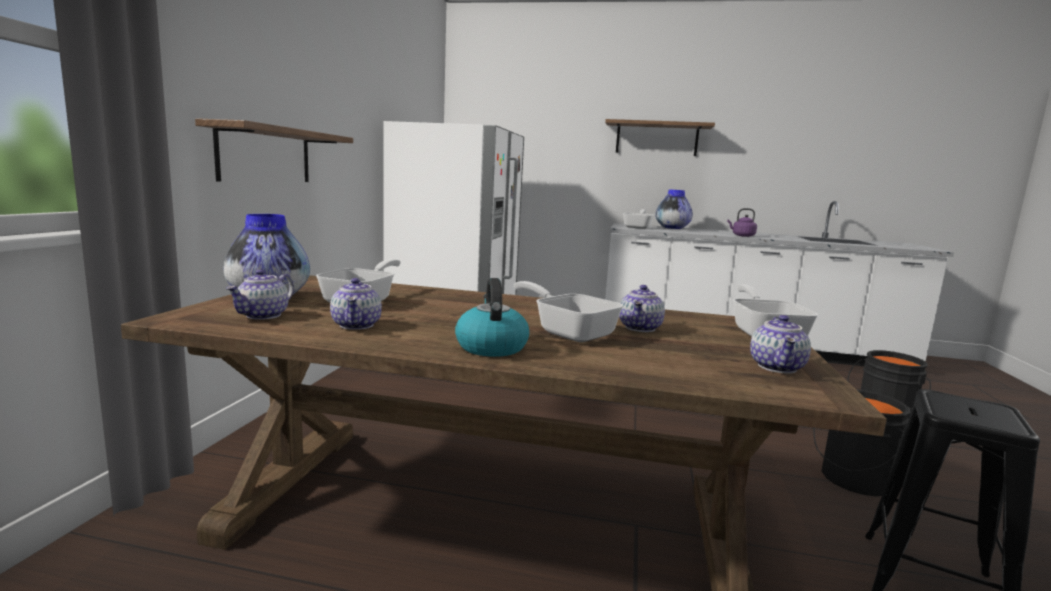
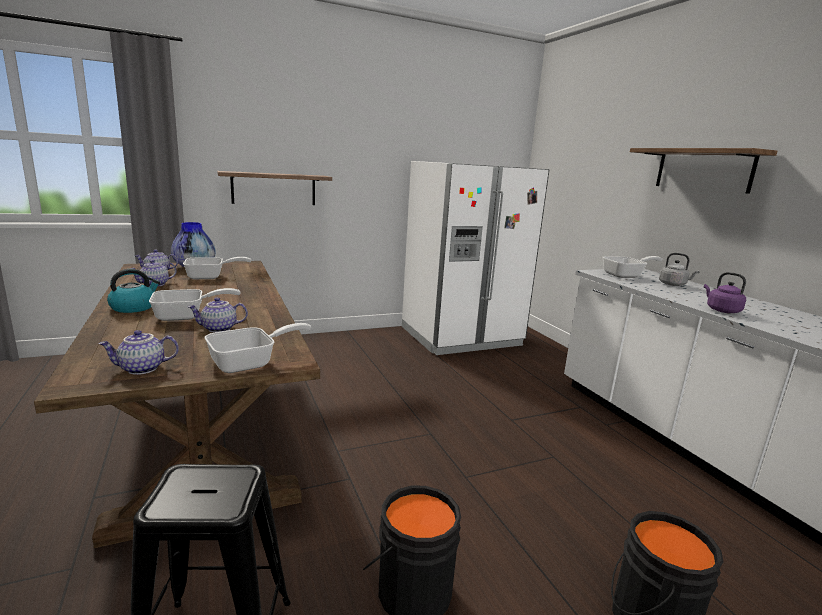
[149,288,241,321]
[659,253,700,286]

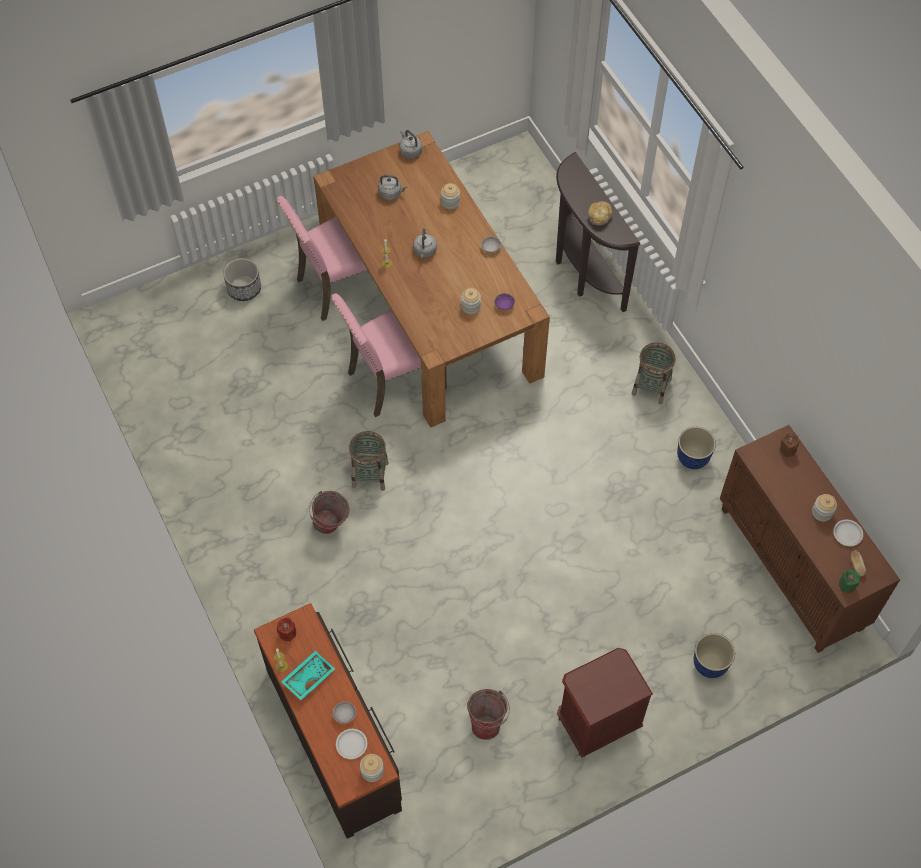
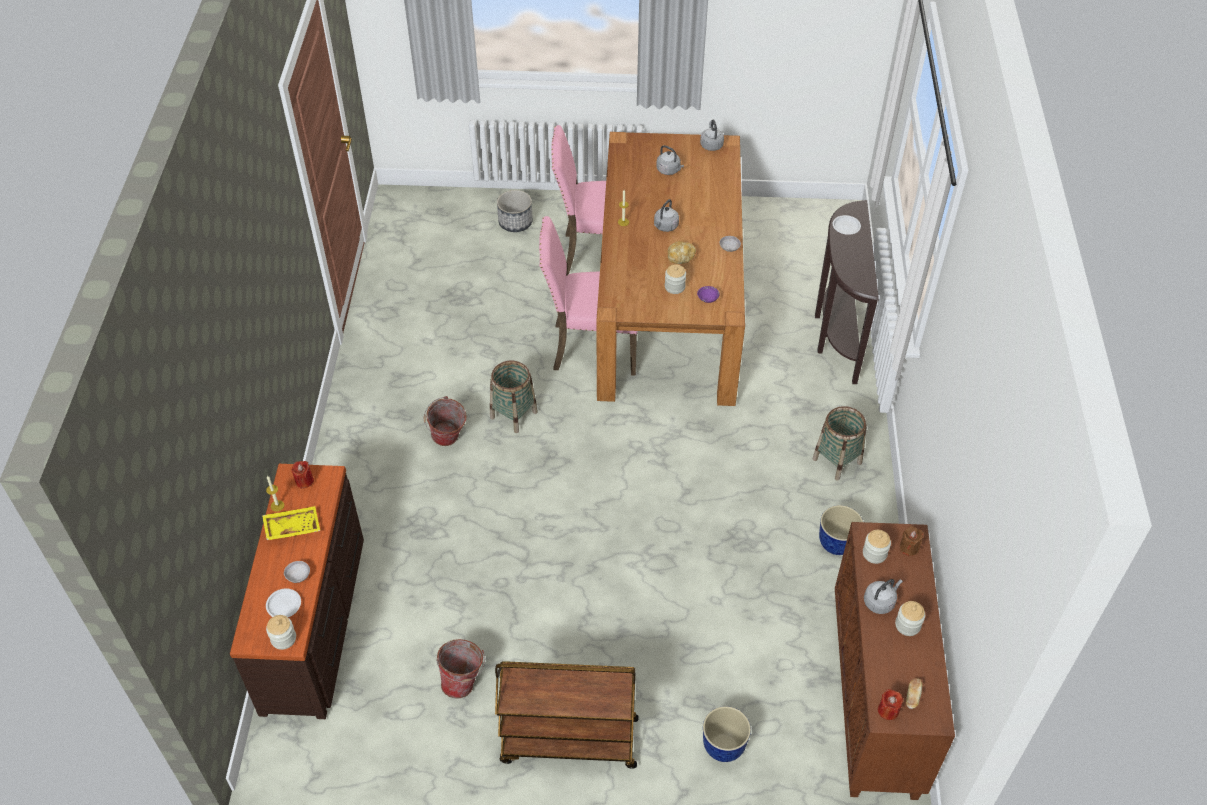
[262,506,320,540]
[863,530,891,564]
[495,661,639,769]
[668,241,696,264]
[833,215,861,235]
[878,689,903,720]
[864,579,903,614]

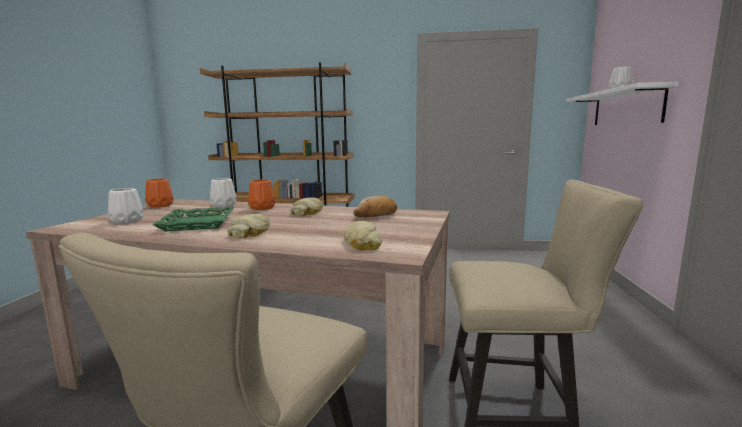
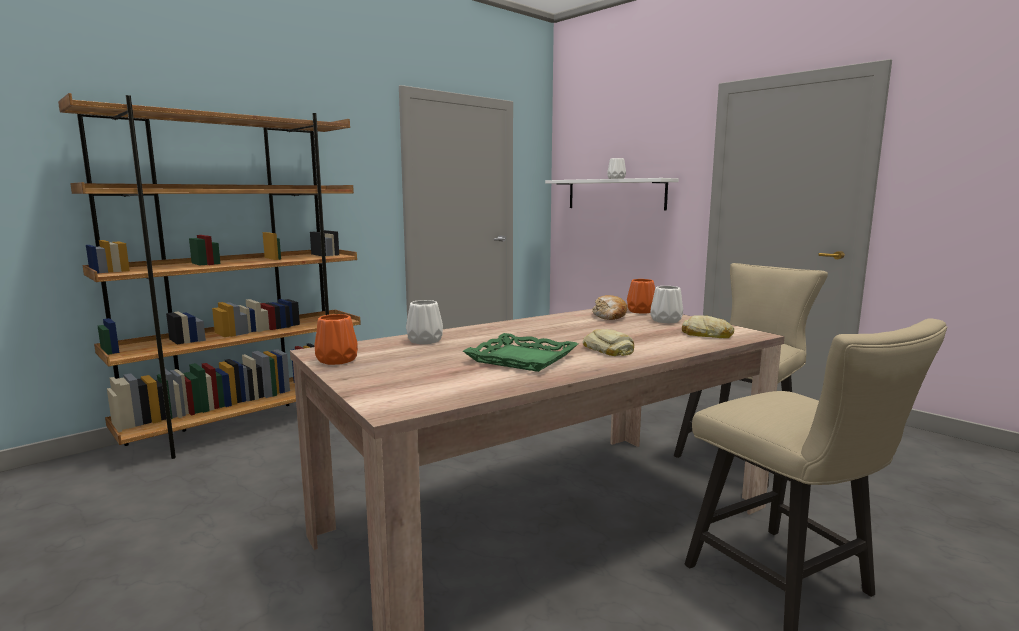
[650,286,683,323]
[627,279,655,314]
[291,198,323,216] (first image)

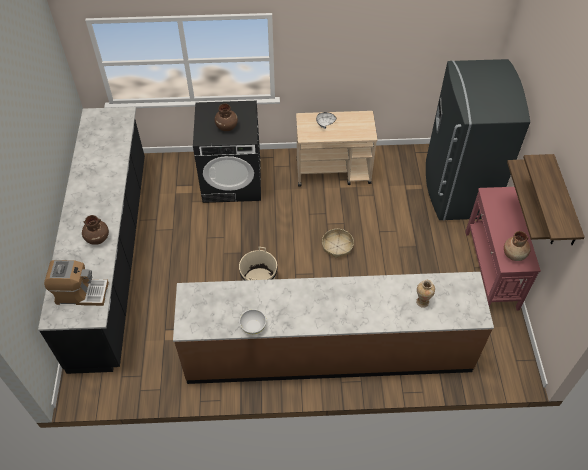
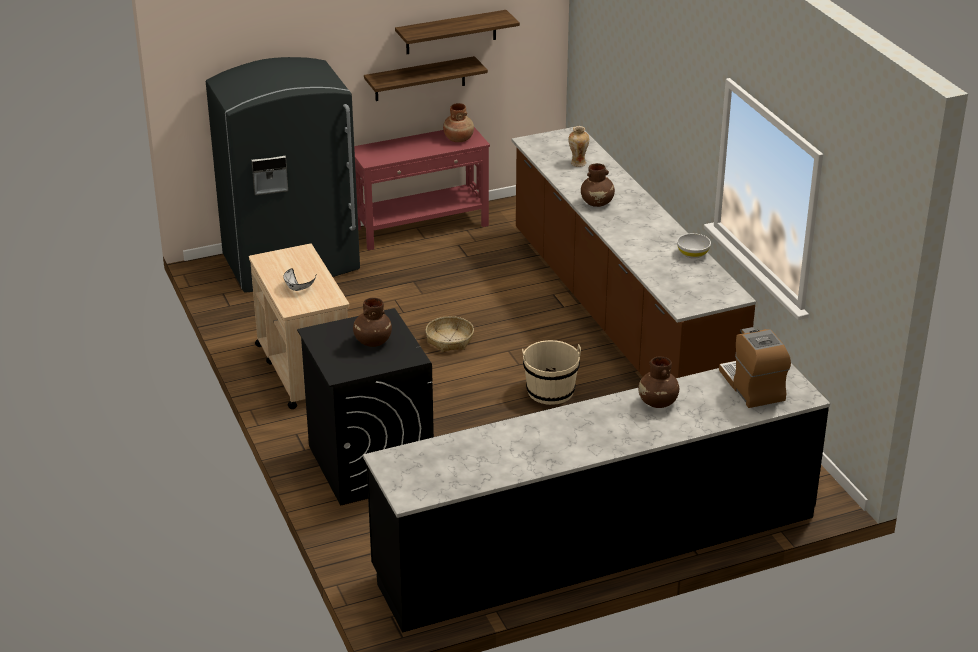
[581,163,615,207]

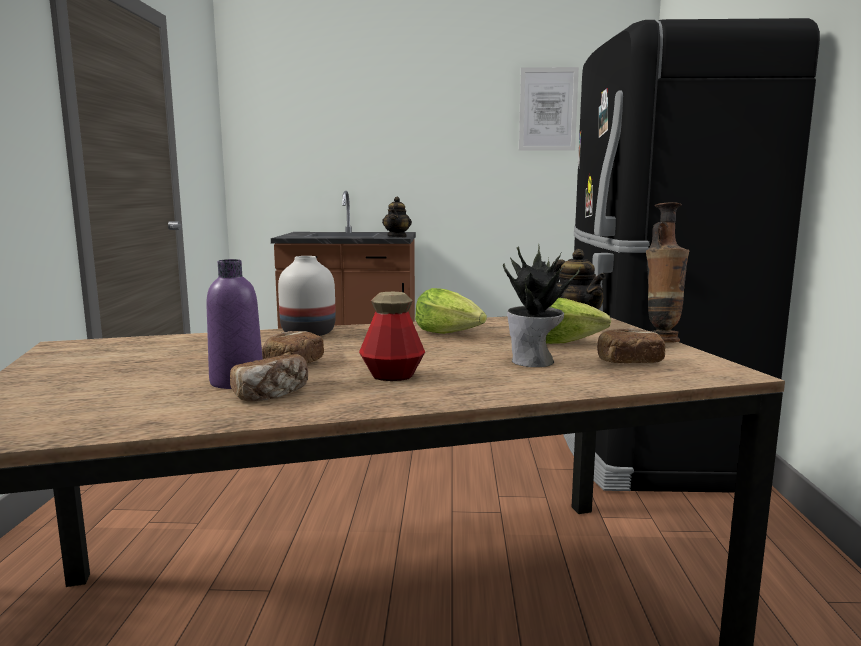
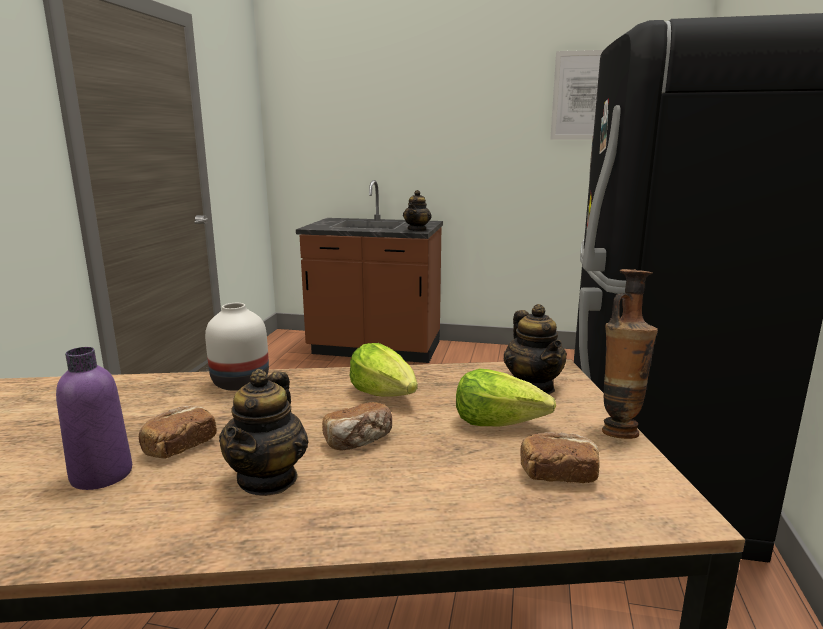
[322,402,392,450]
[219,369,309,496]
[503,244,580,367] (first image)

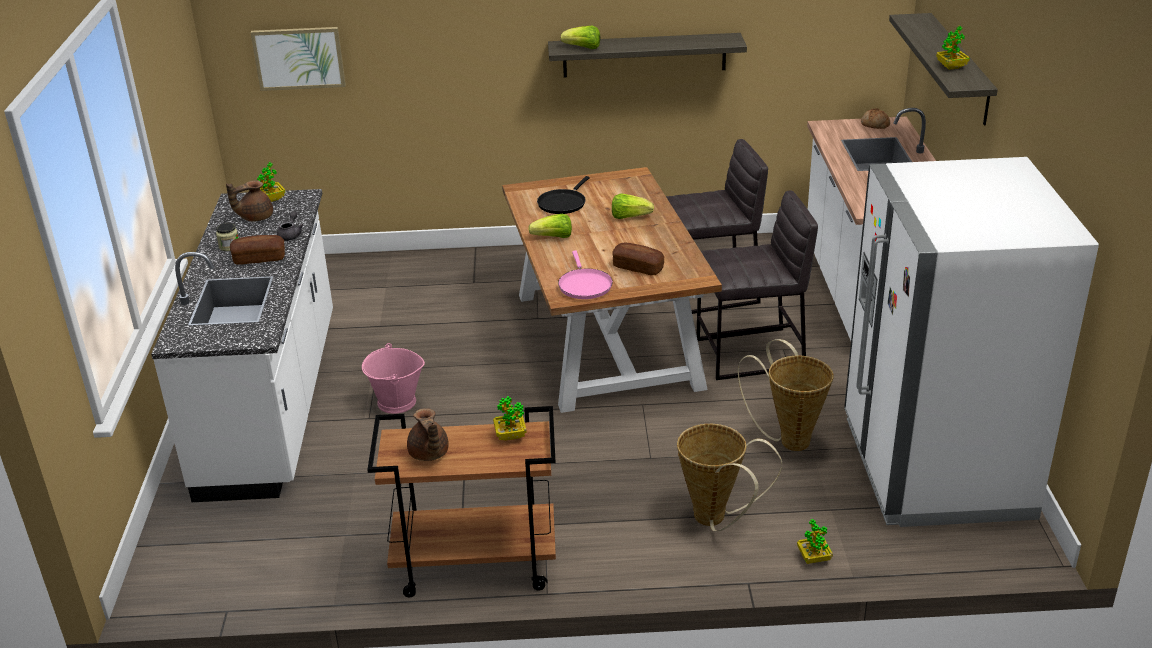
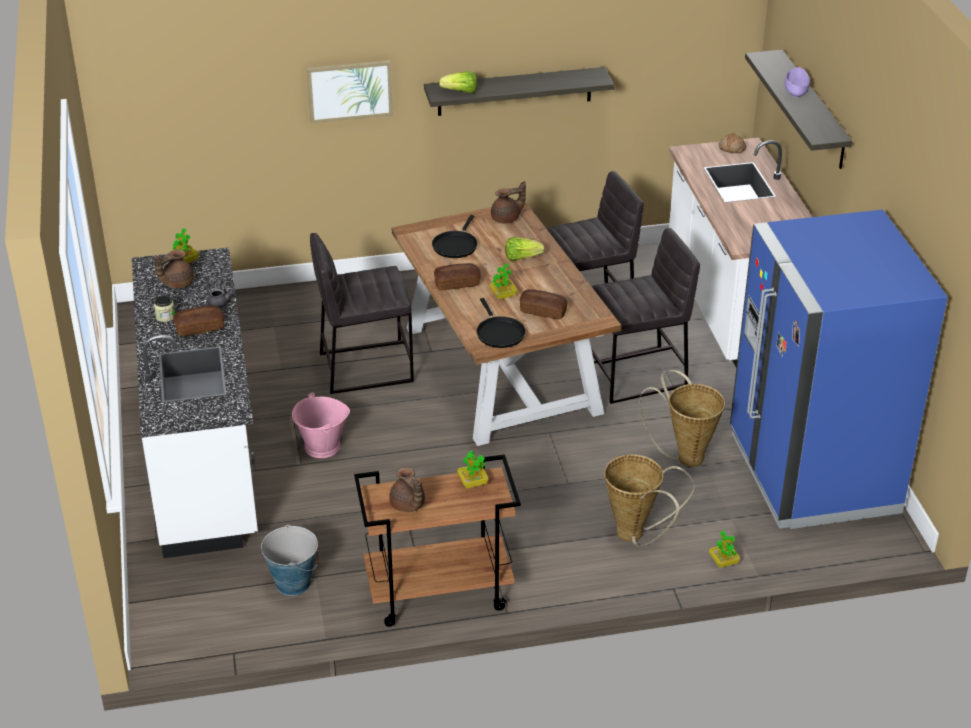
[307,60,393,123]
[434,263,481,290]
[476,298,526,348]
[730,209,948,529]
[489,263,517,299]
[261,524,319,596]
[310,233,414,394]
[491,181,526,223]
[784,67,810,98]

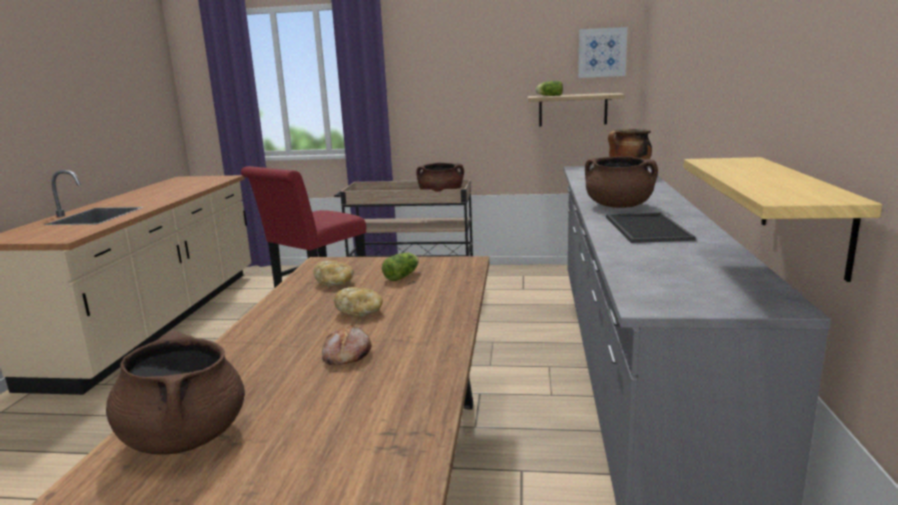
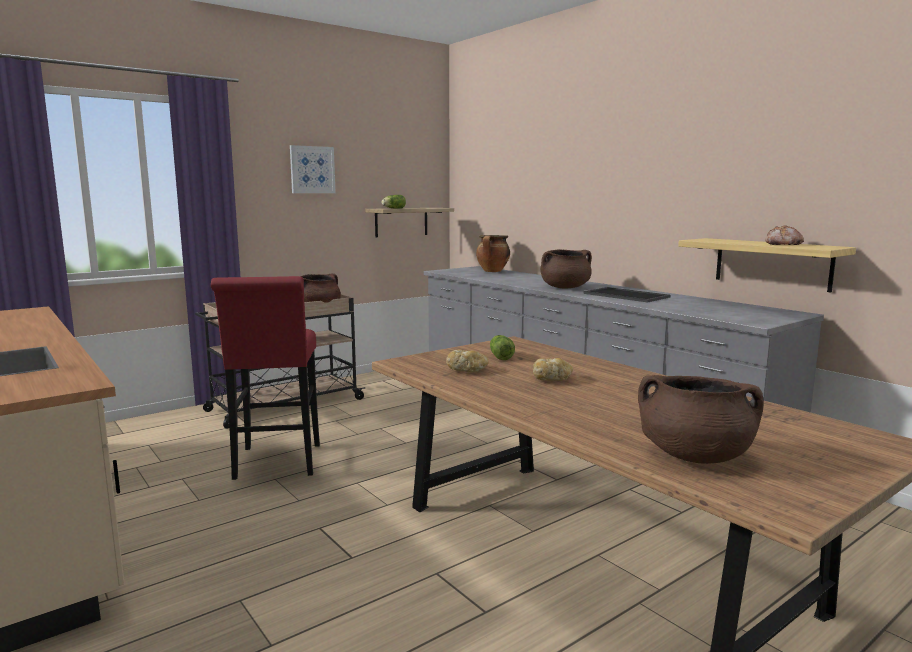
[766,225,804,245]
[290,145,336,193]

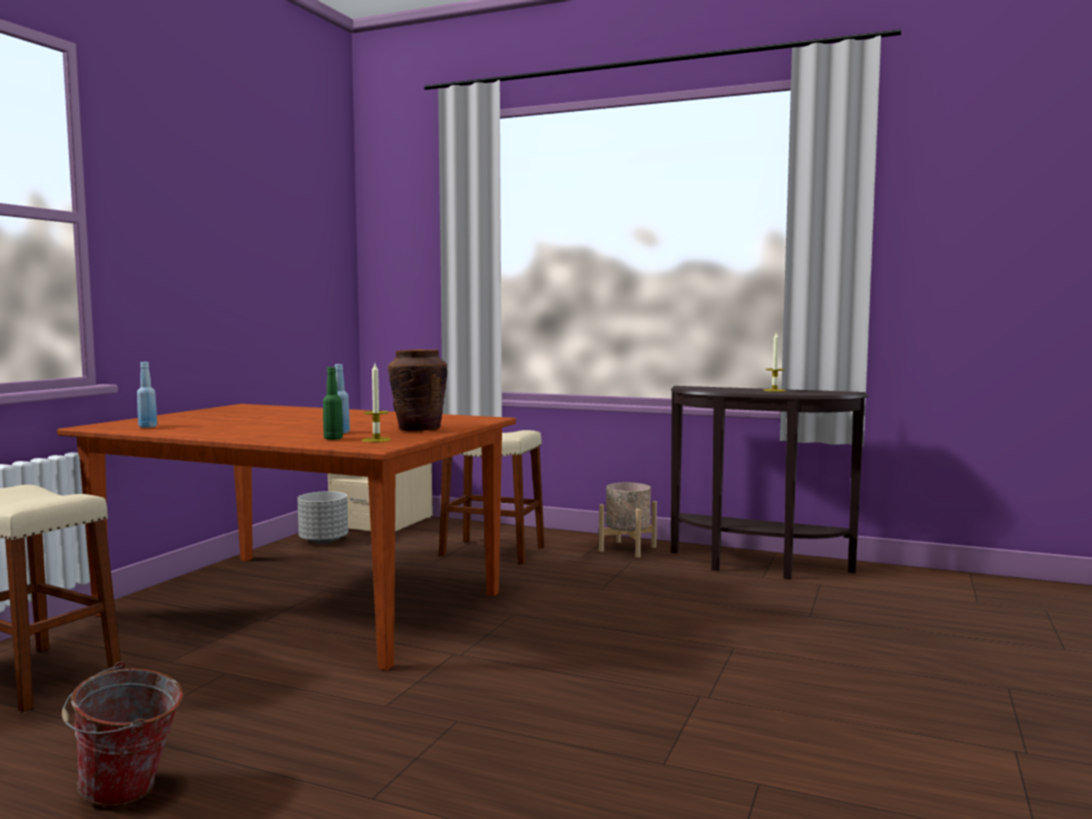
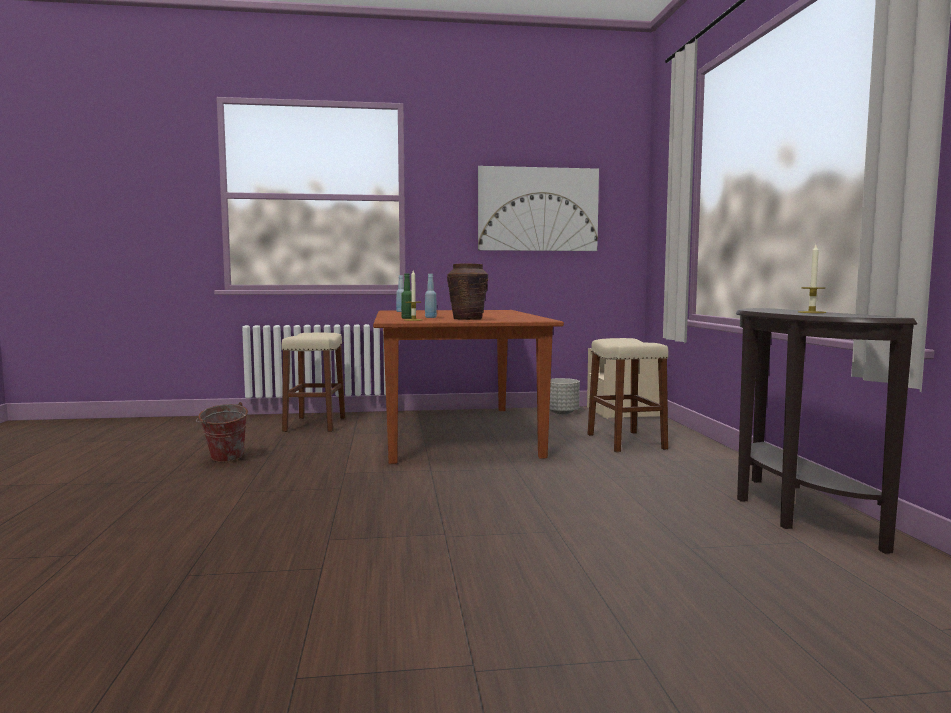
[599,483,657,558] (first image)
[478,166,599,251]

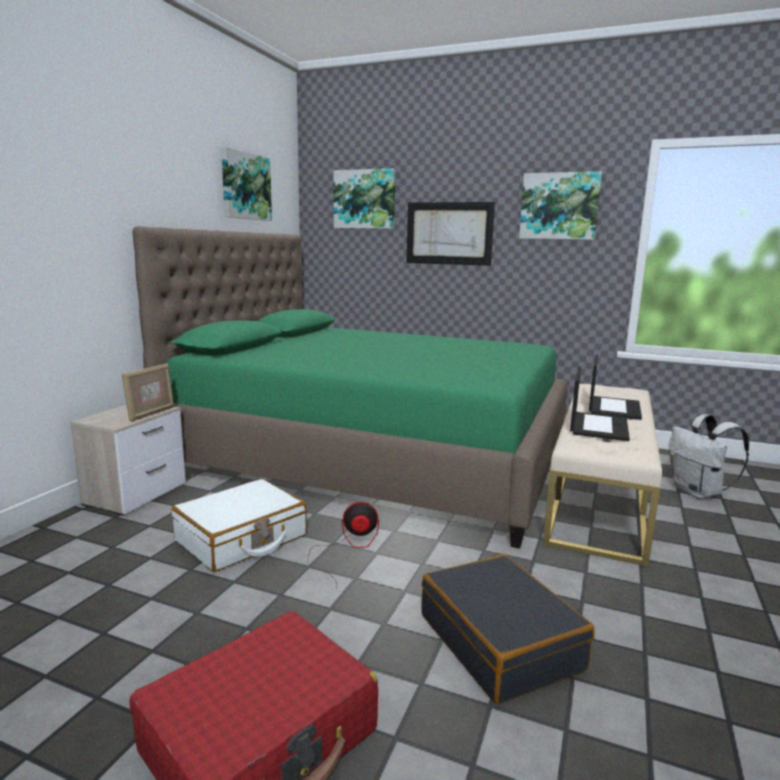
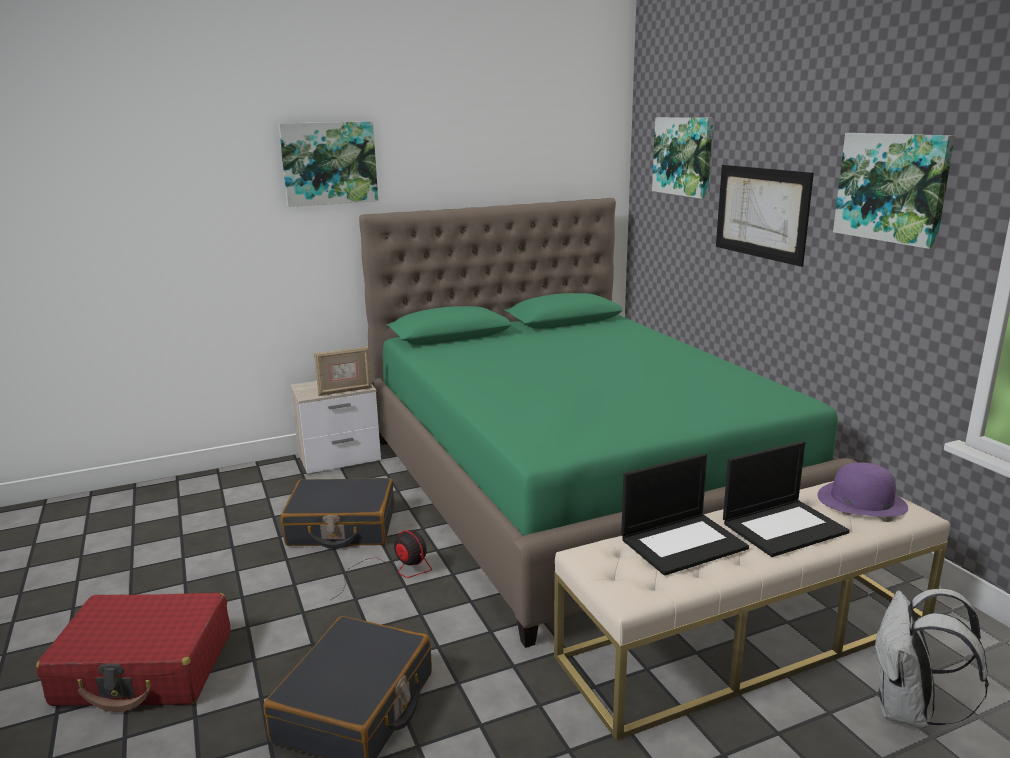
[281,478,394,549]
[279,121,378,207]
[817,462,908,517]

